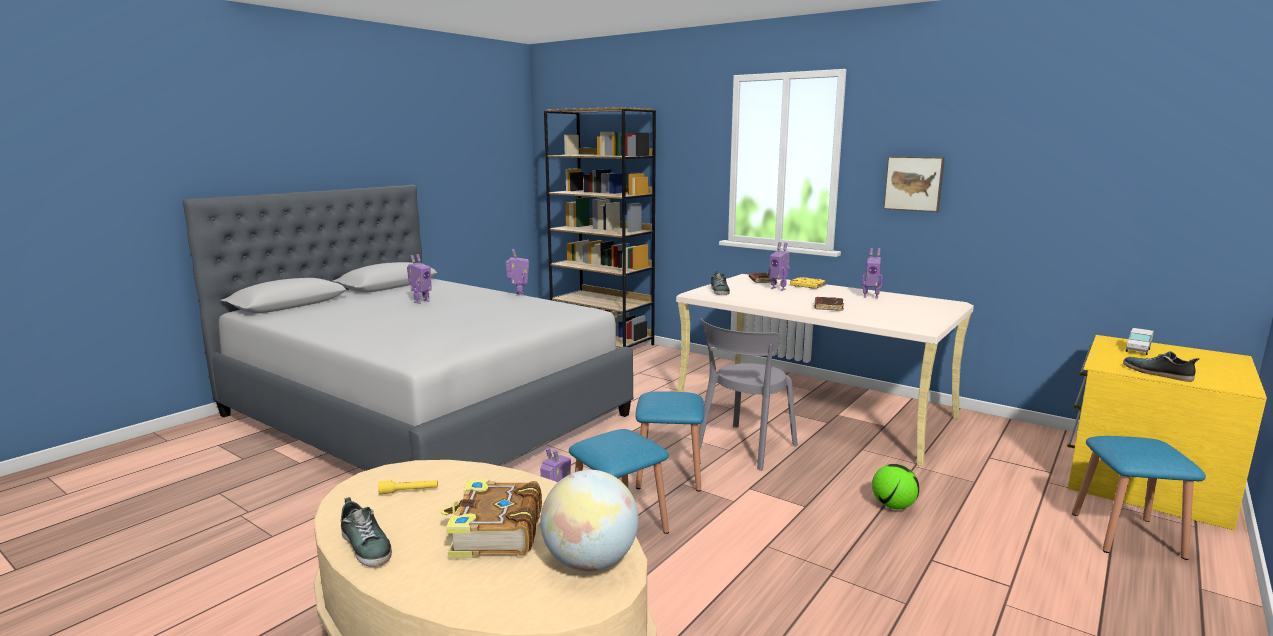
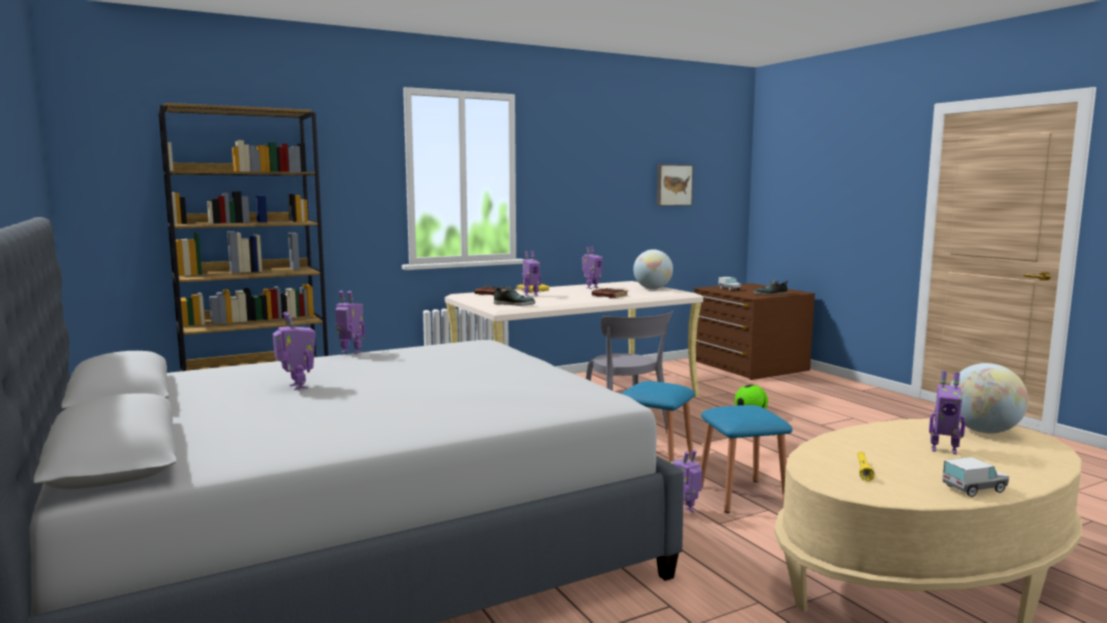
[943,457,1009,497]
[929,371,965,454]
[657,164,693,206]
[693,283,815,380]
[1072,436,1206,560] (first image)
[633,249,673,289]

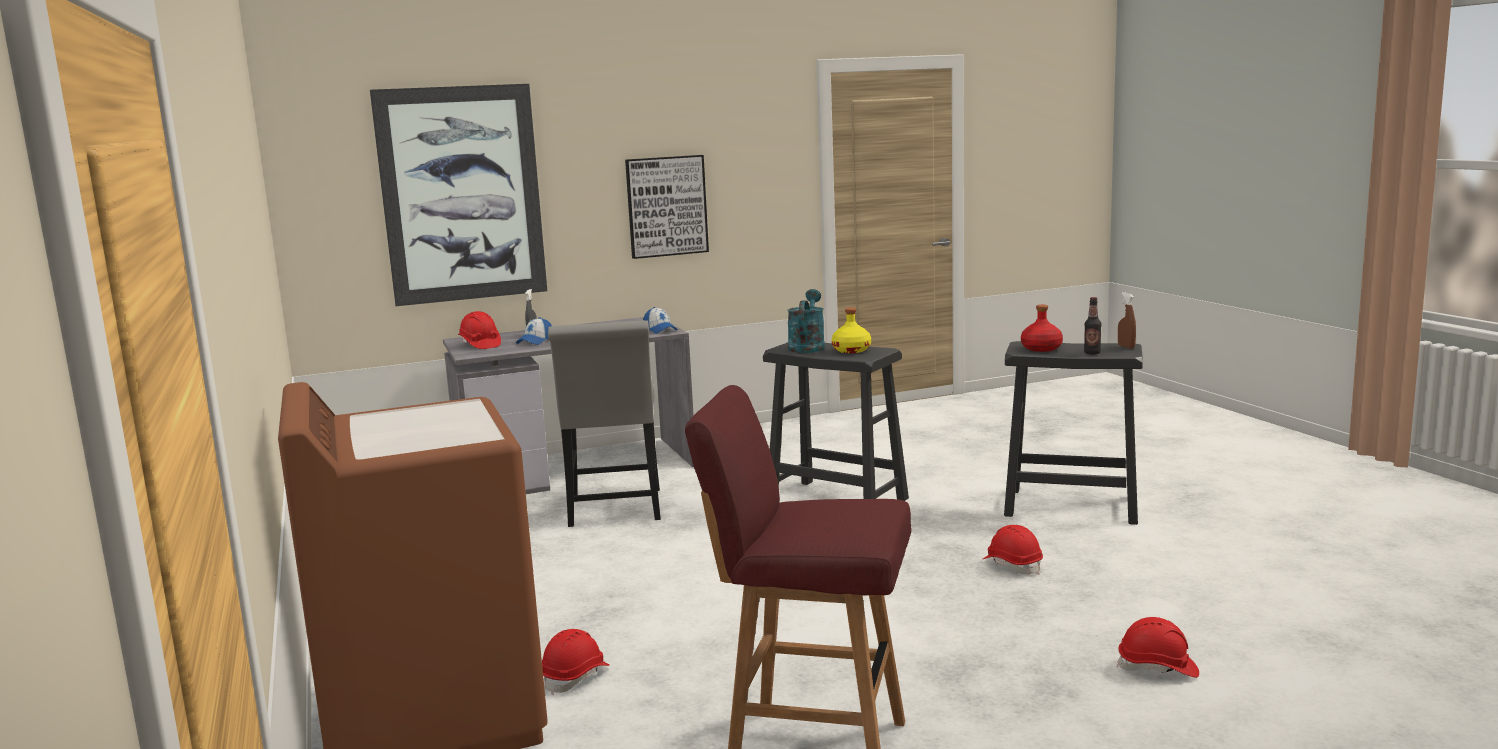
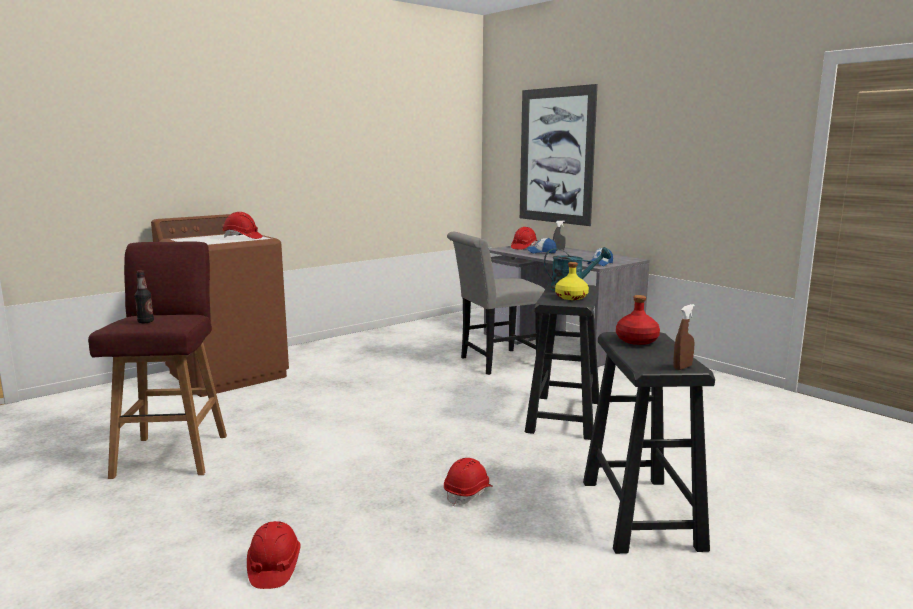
[223,212,262,239]
[625,155,709,259] (first image)
[135,270,154,323]

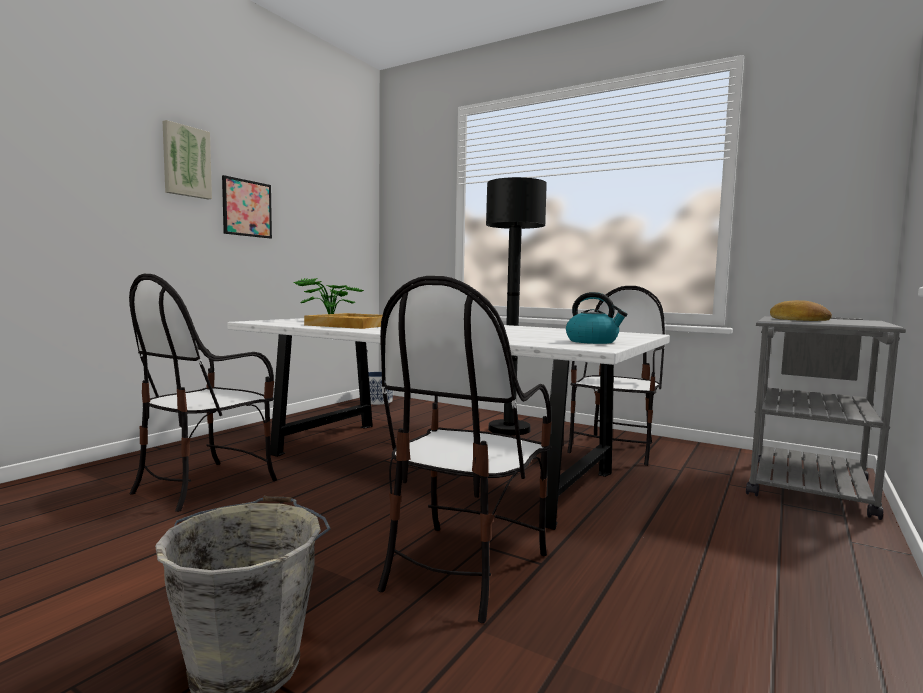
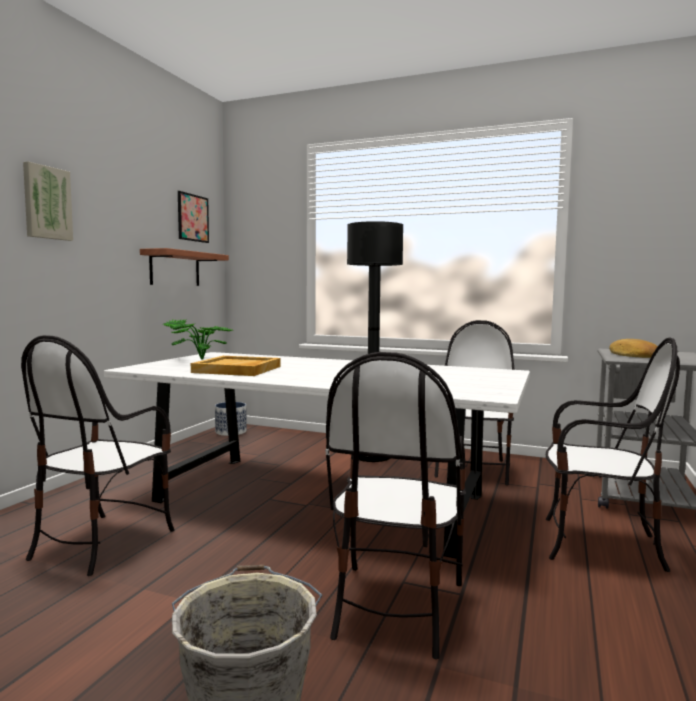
[178,191,209,243]
[566,292,628,344] (first image)
[140,248,229,286]
[546,337,680,572]

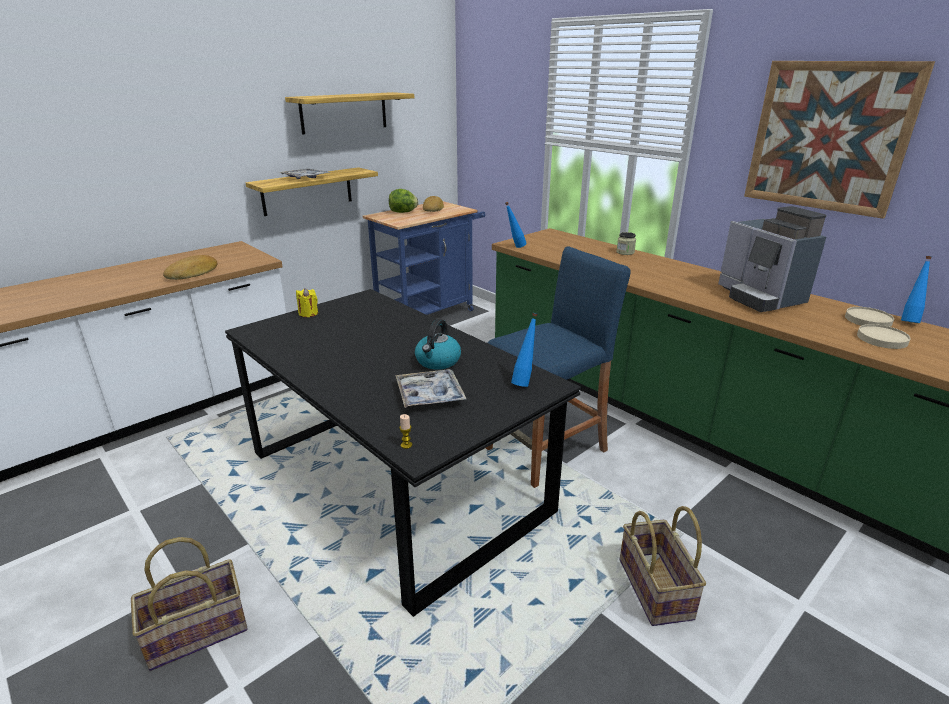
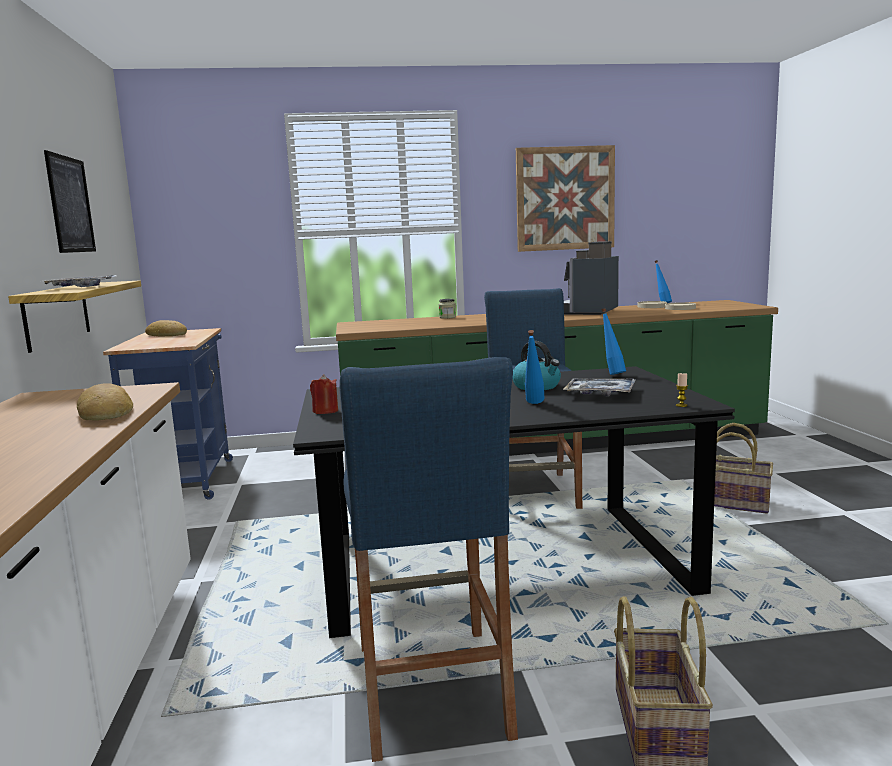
[44,150,96,253]
[310,374,338,414]
[389,189,419,213] (first image)
[525,330,545,404]
[564,241,619,315]
[339,357,518,762]

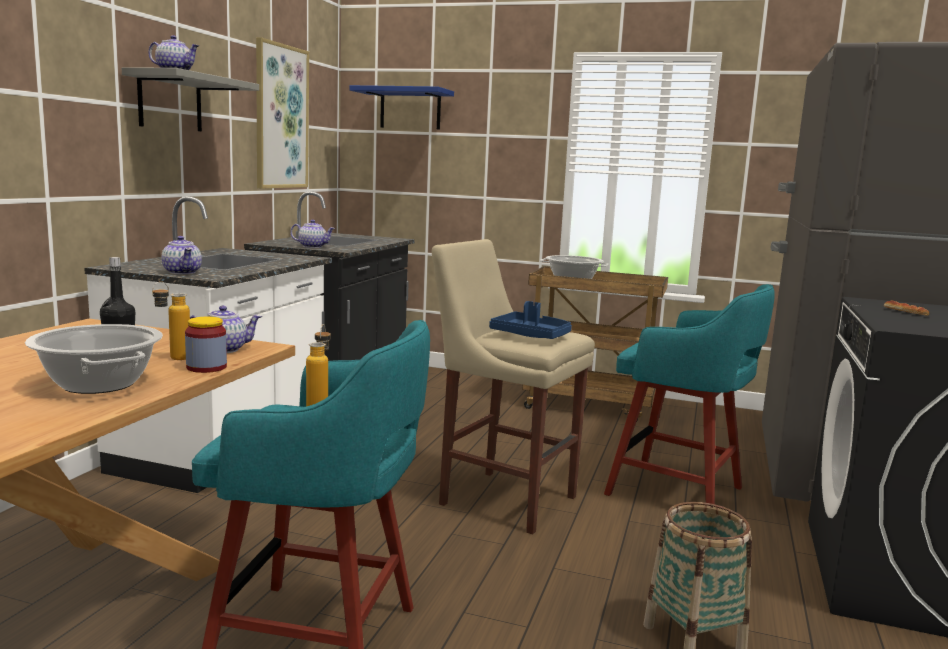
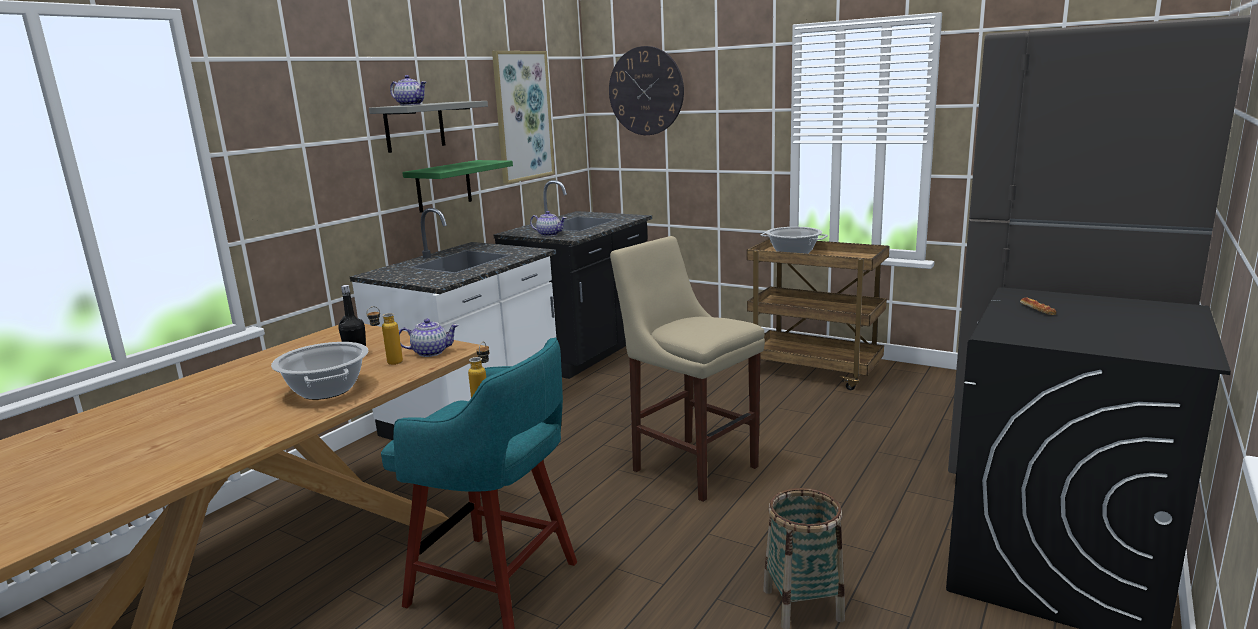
[162,236,202,274] (first image)
[185,317,227,373] (first image)
[609,46,684,135]
[489,301,572,339] (first image)
[604,284,775,504] (first image)
[402,160,513,213]

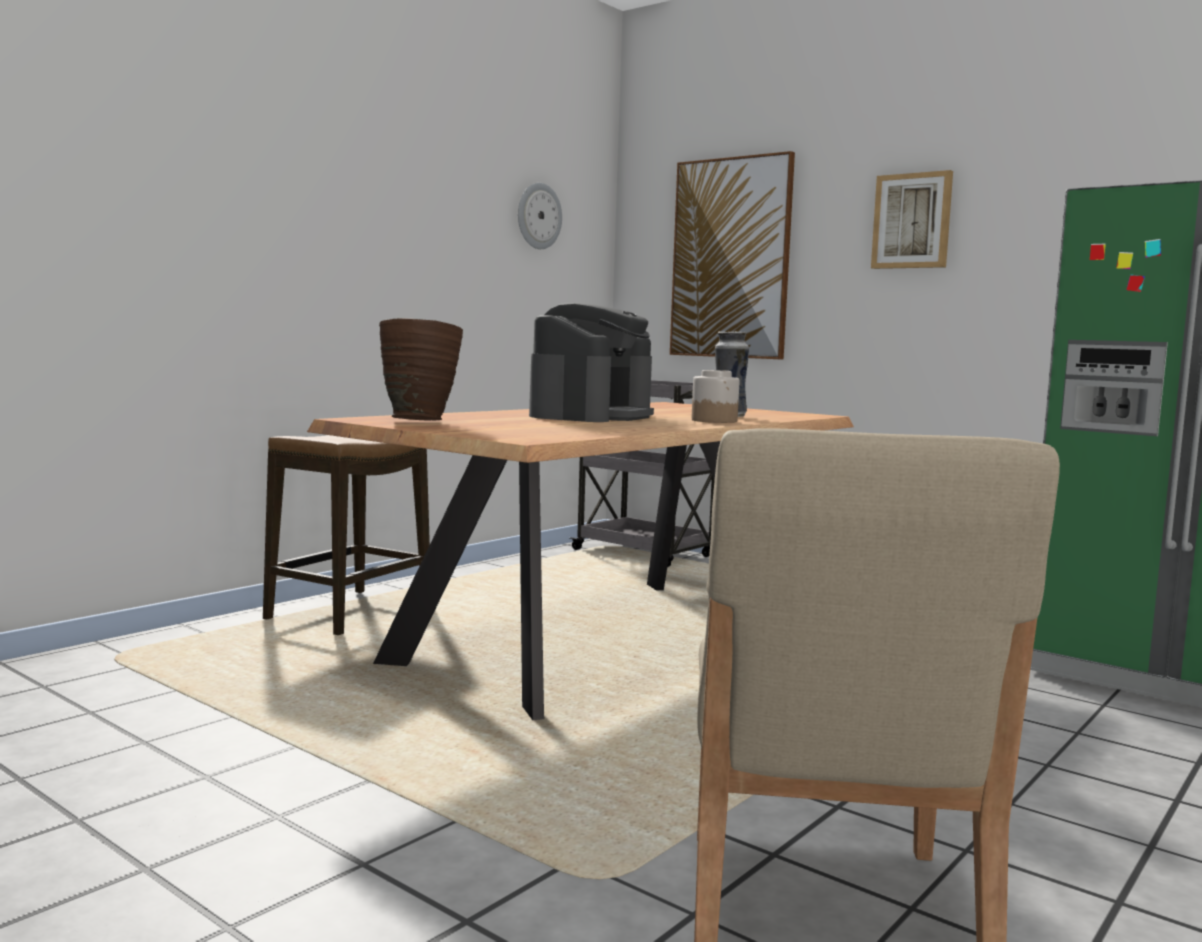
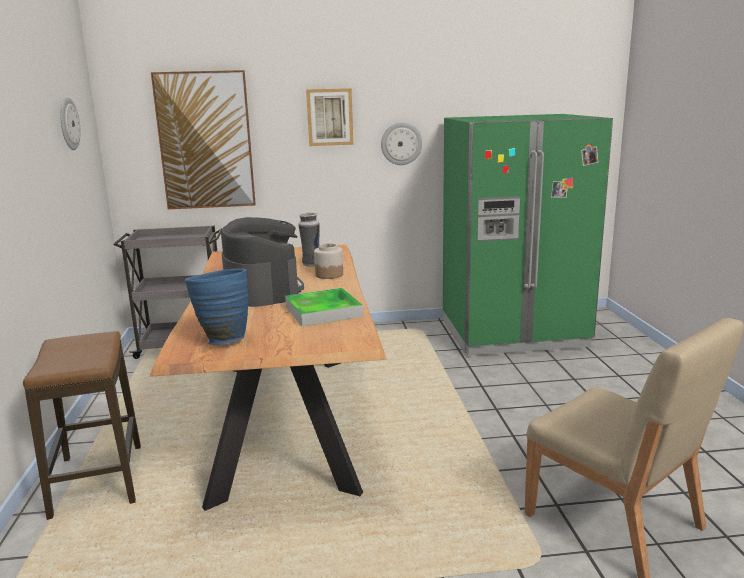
[185,269,248,345]
[285,288,363,326]
[381,122,422,165]

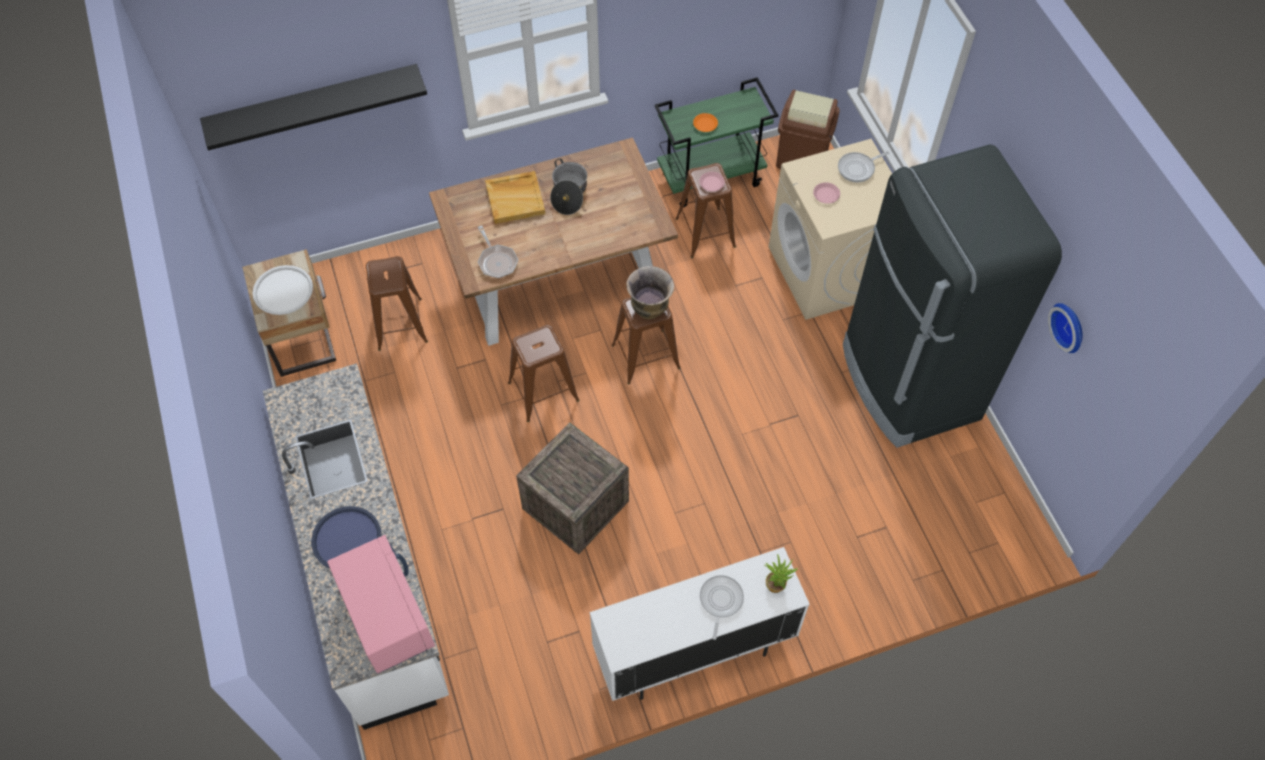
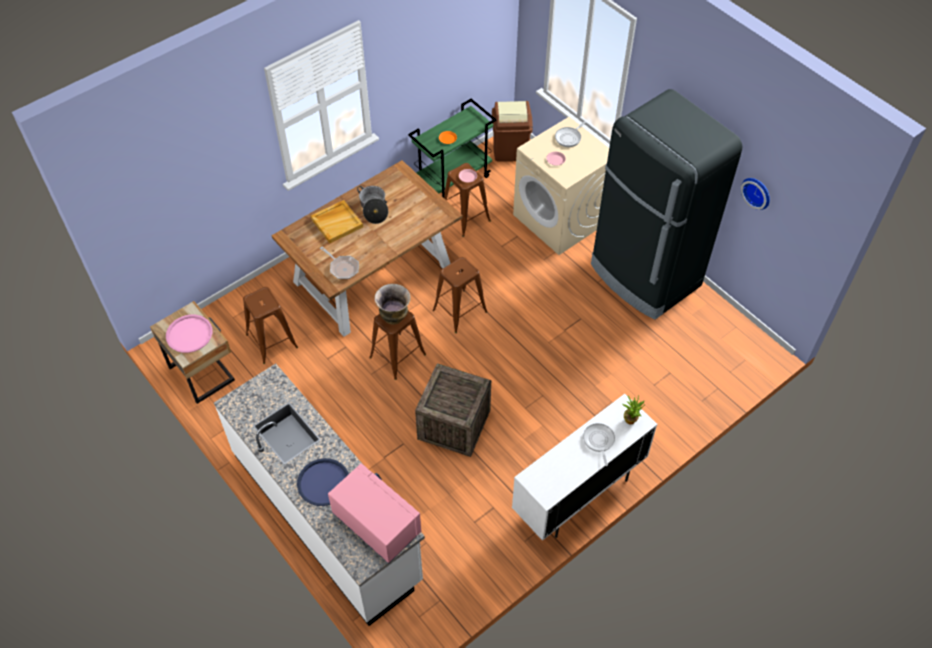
[200,64,427,150] (first image)
[166,315,213,353]
[374,284,411,325]

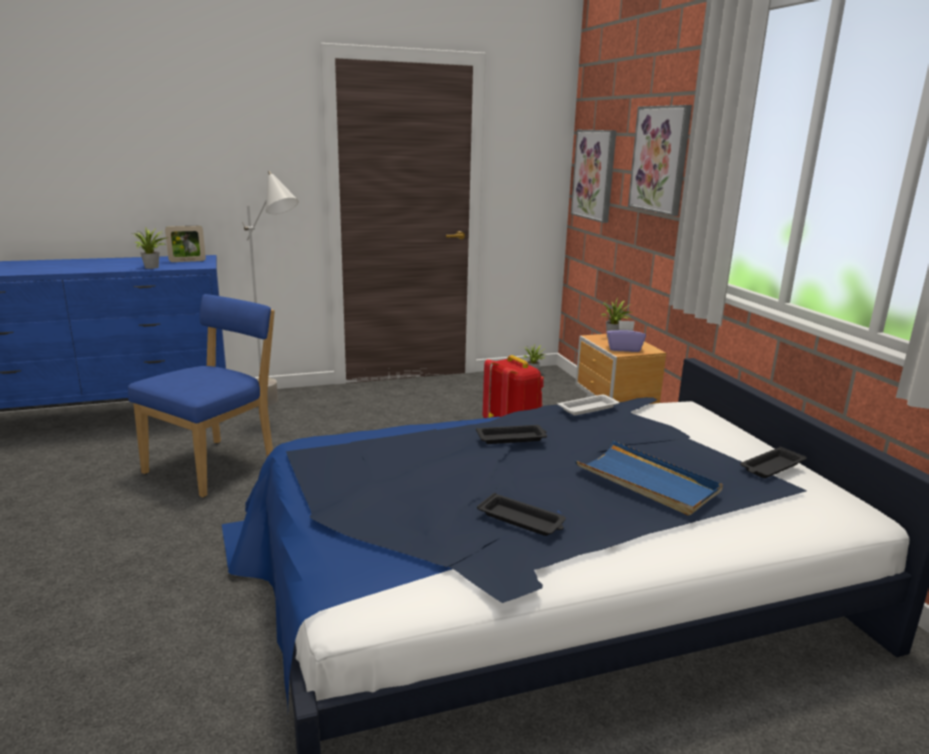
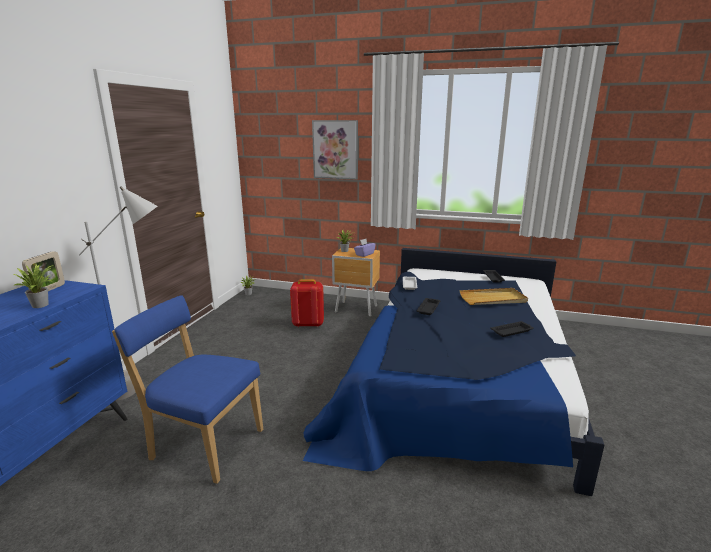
[112,295,263,484]
[571,130,616,223] (first image)
[460,288,528,305]

